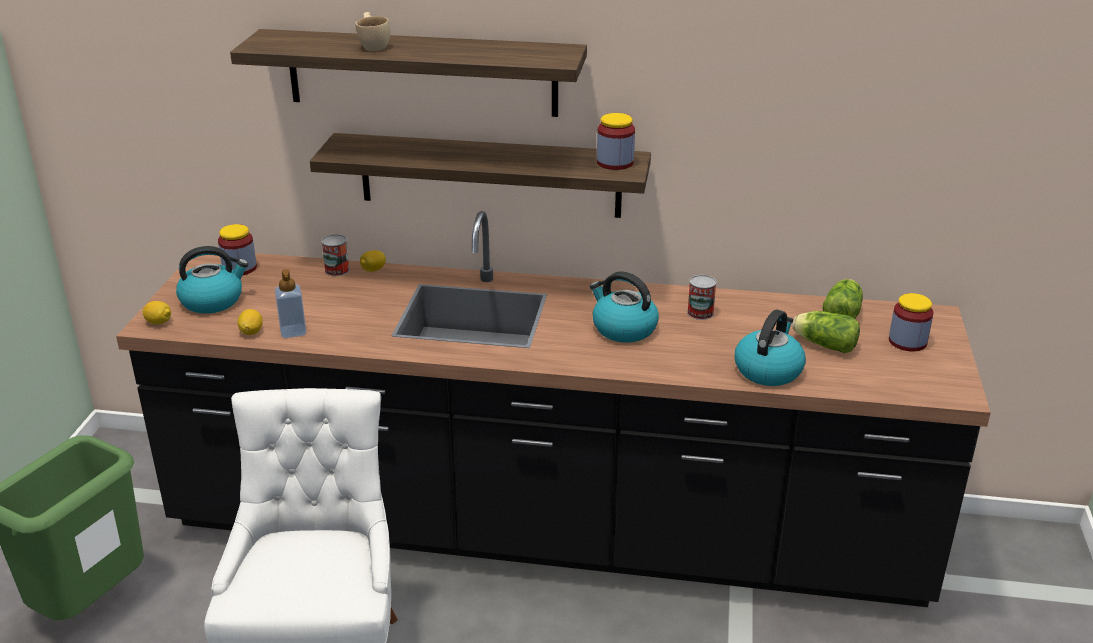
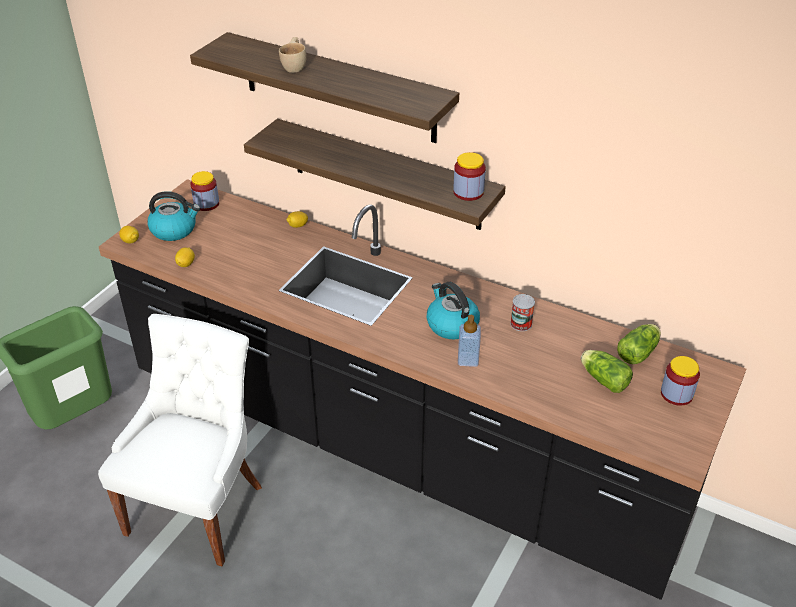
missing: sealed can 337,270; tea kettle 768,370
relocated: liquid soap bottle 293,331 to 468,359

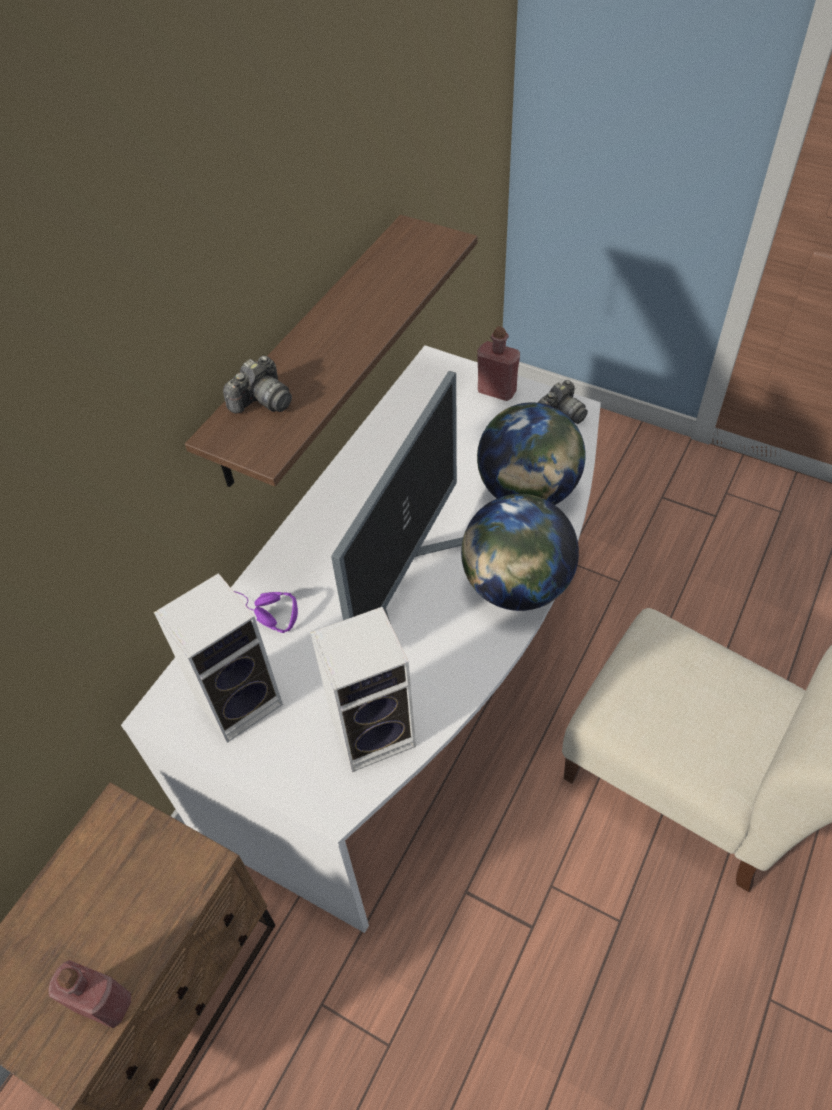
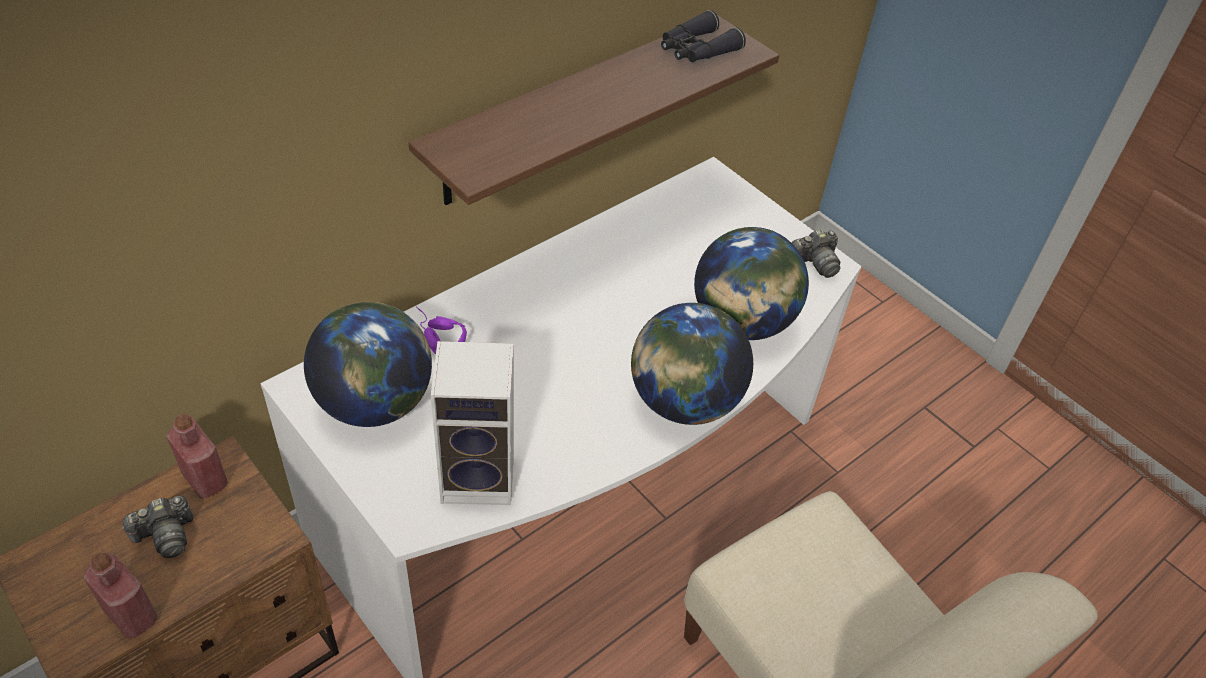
missing: monitor 400,580
appeared: field glasses/blackish 696,50
relocated: still camera 262,401 to 166,535; bottle/red 497,391 to 205,479
exchanged: audio speaker 241,699 to world globe 375,402

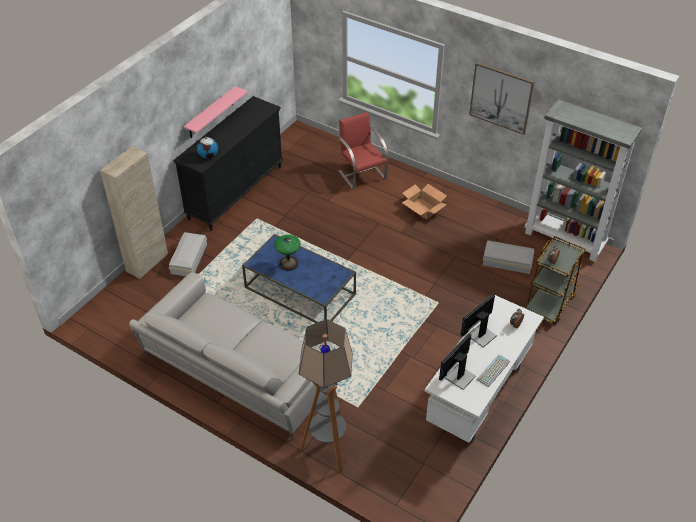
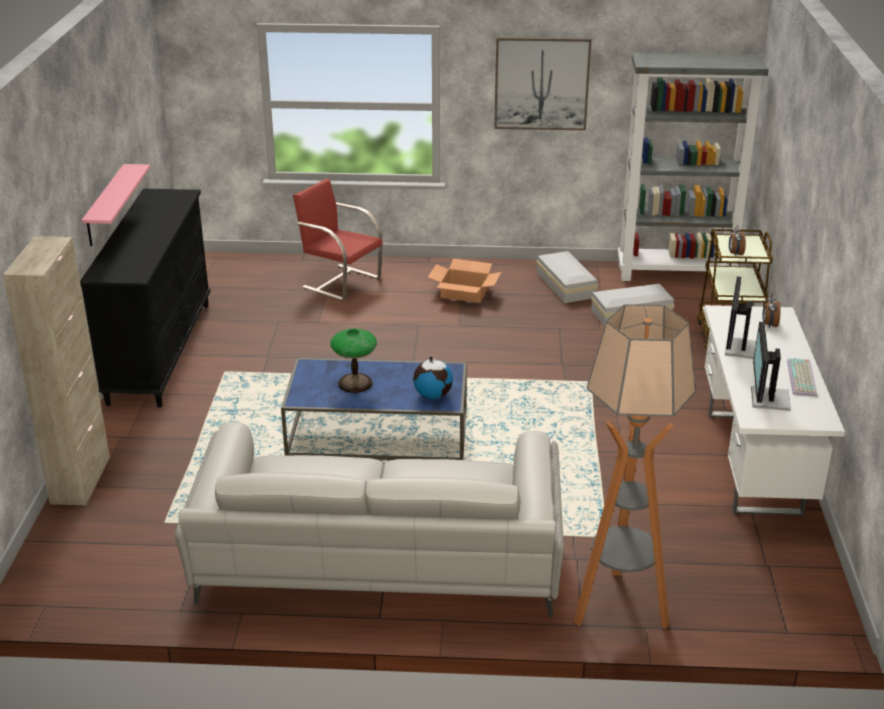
relocated: storage box/white-coloured 190,258 to 566,284; world globe 208,156 to 433,395

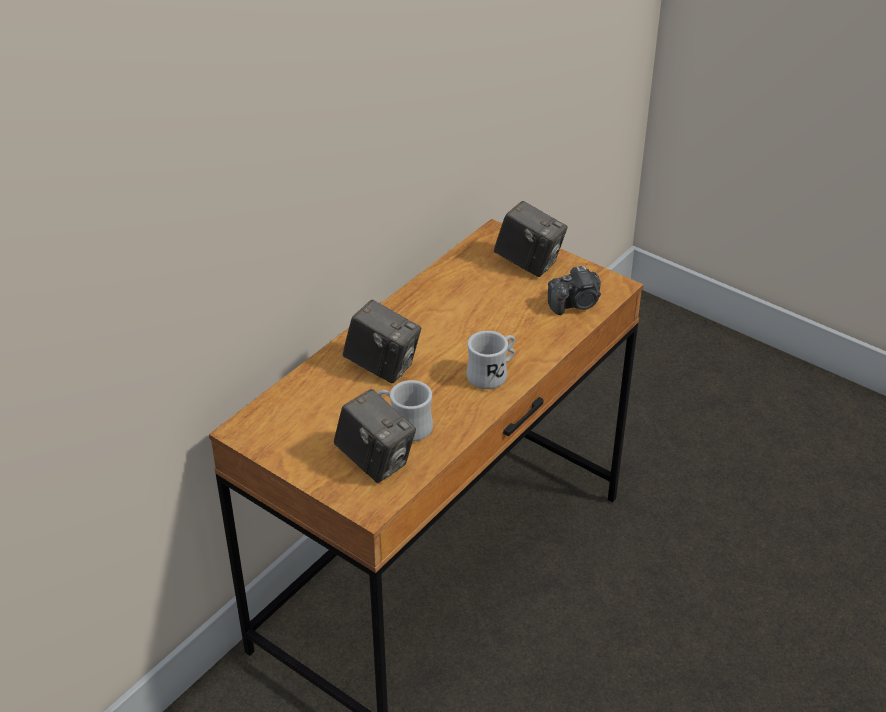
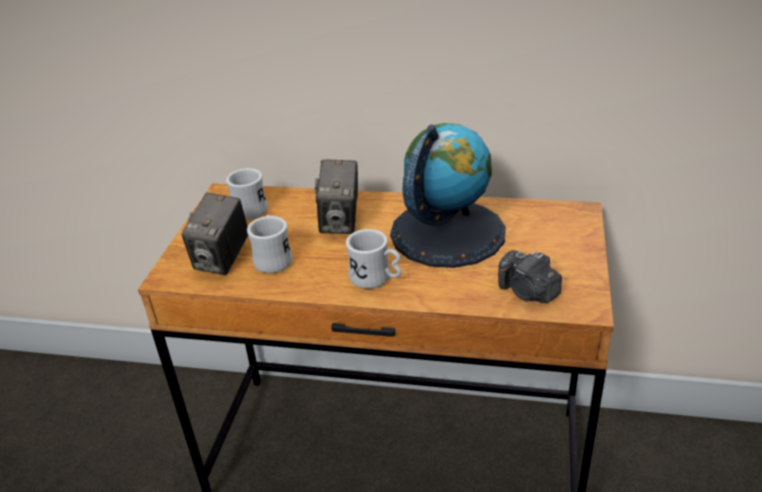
missing: still camera 529,263
appeared: tea mug/white-coloured 251,207; world globe 447,232

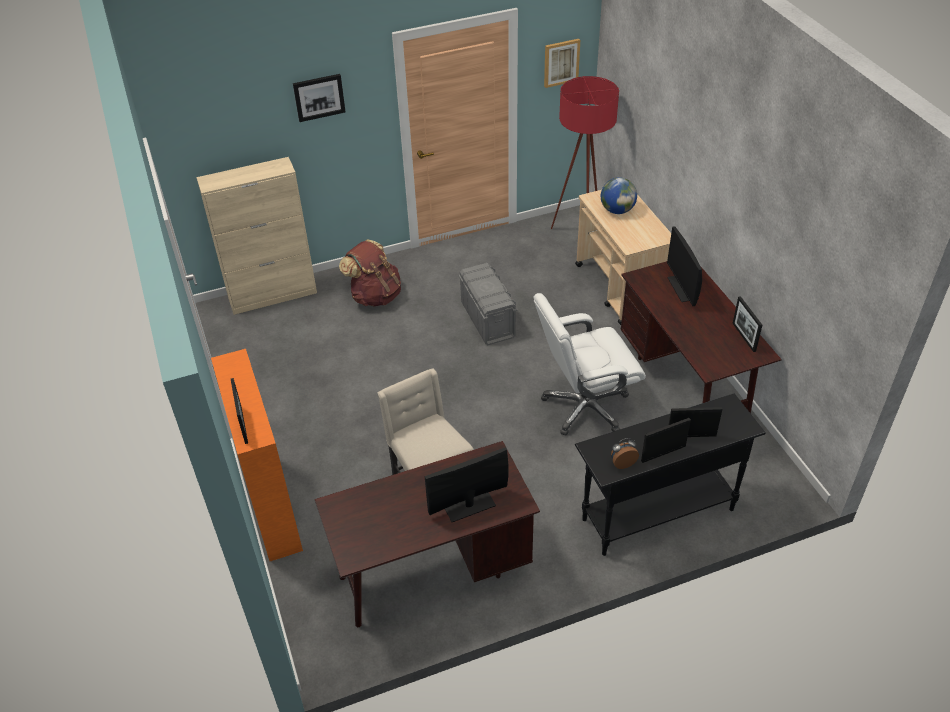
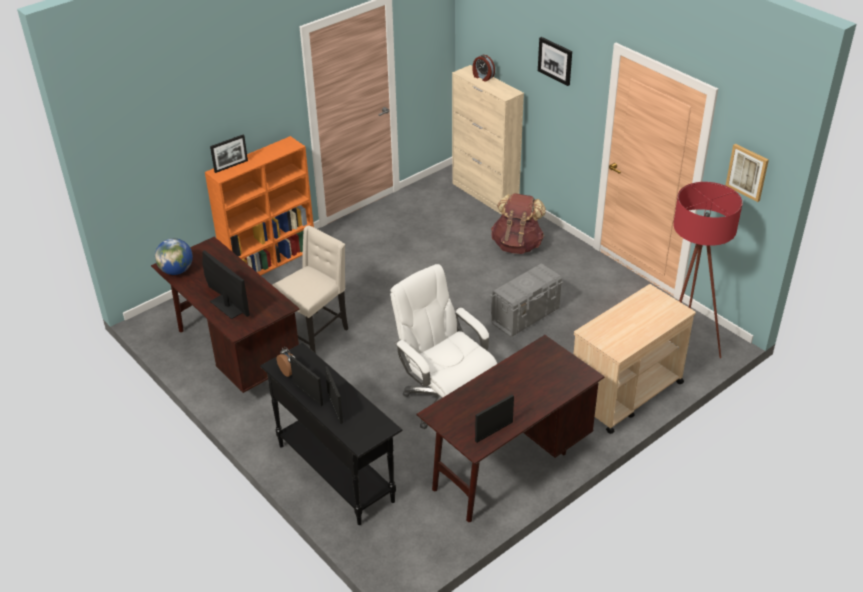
missing: monitor 682,288
appeared: bedside clock 482,77
relocated: world globe 617,210 to 176,271

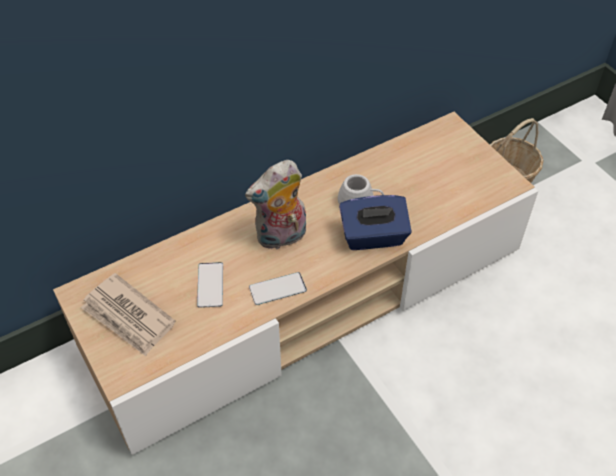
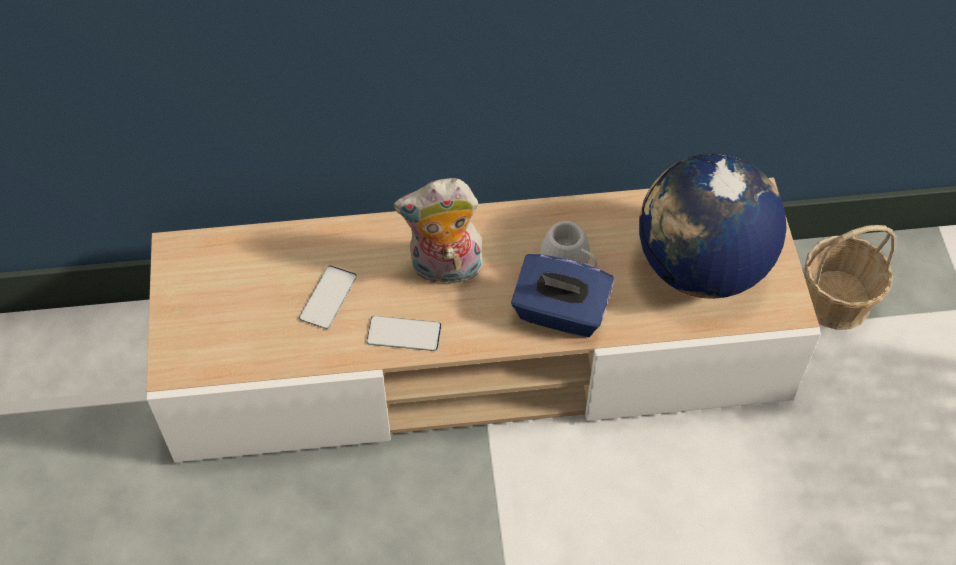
missing: newspaper 128,317
appeared: world globe 700,267

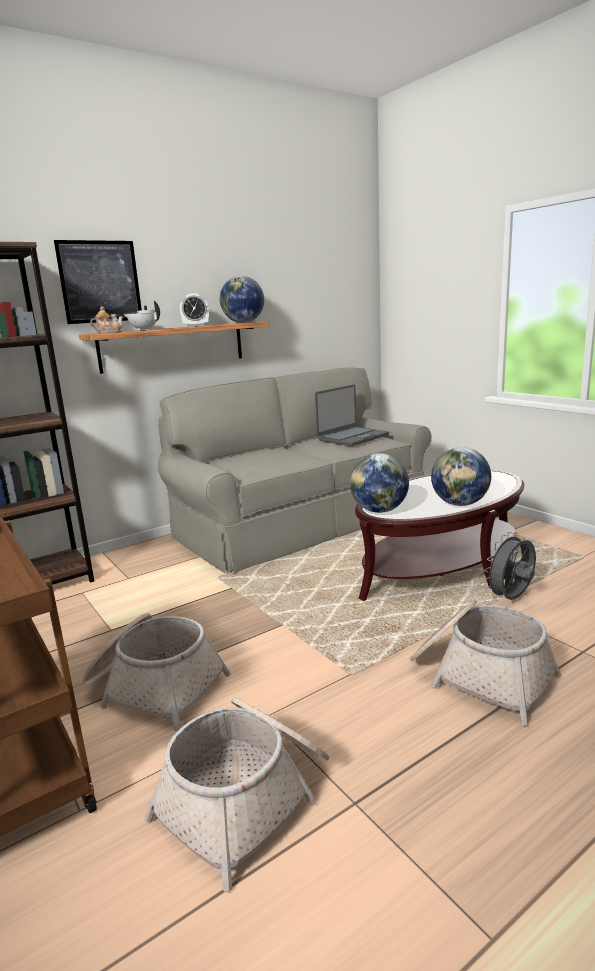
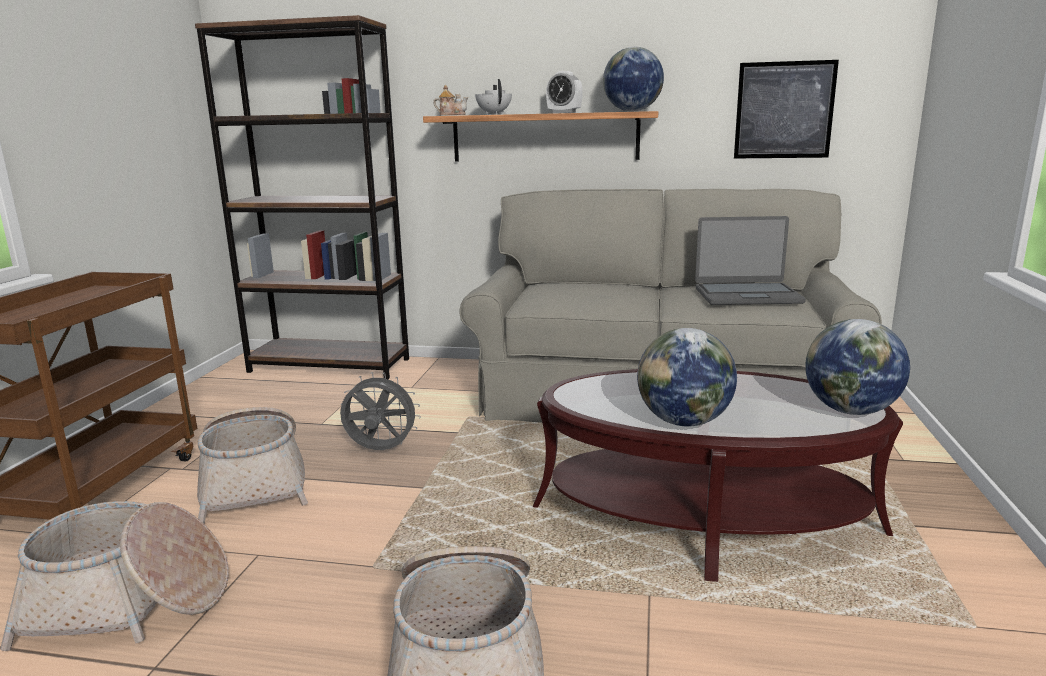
relocated: picture 100,282 to 784,110; world globe 379,511 to 850,411; electric fan/greyish 511,599 to 380,451

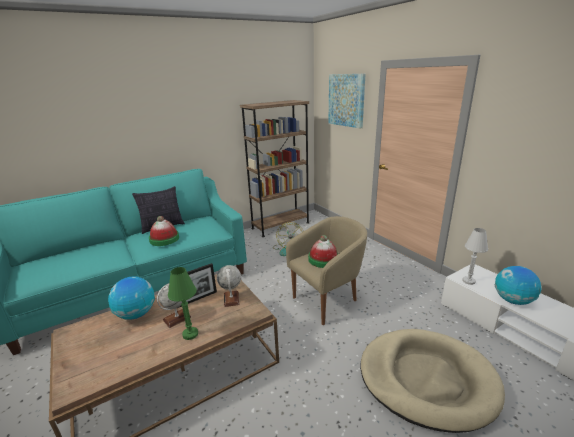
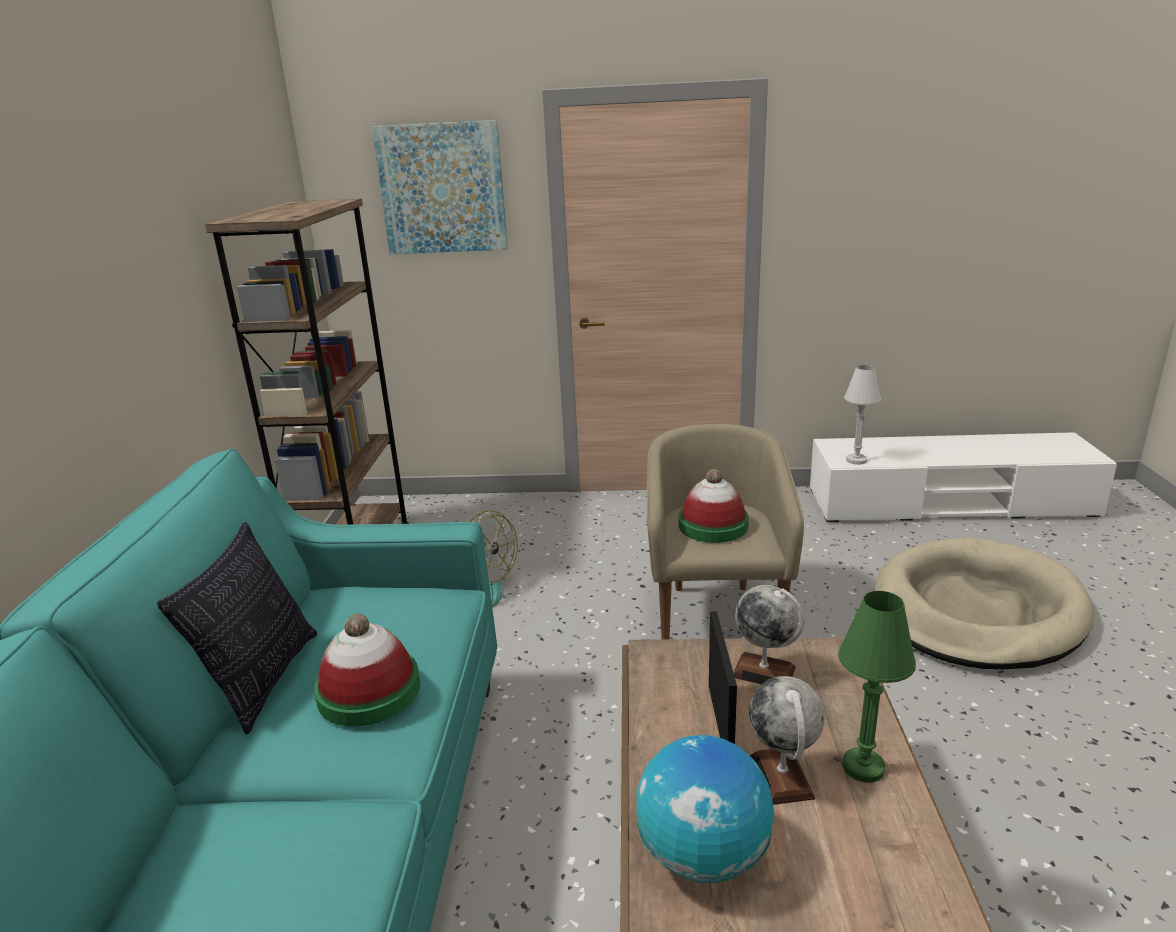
missing: world globe 512,300

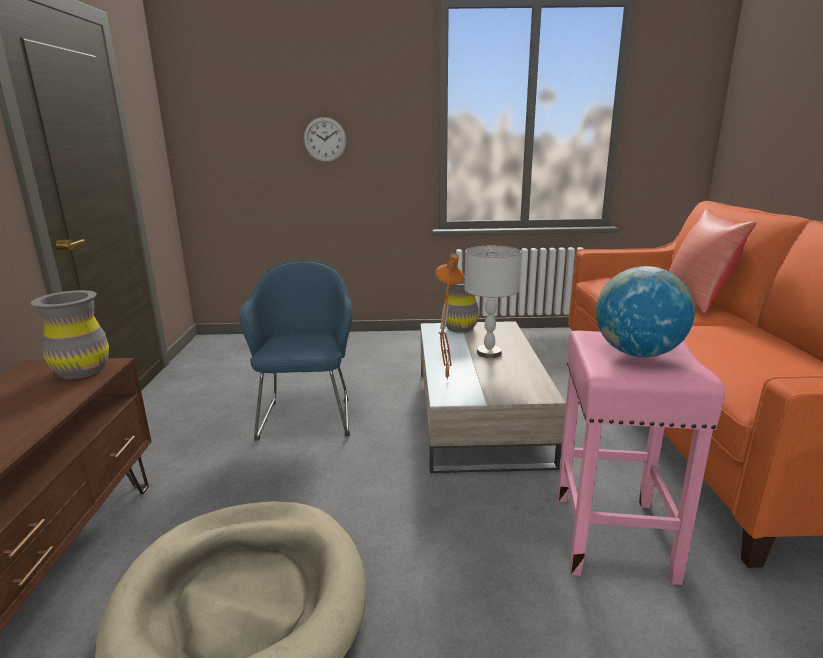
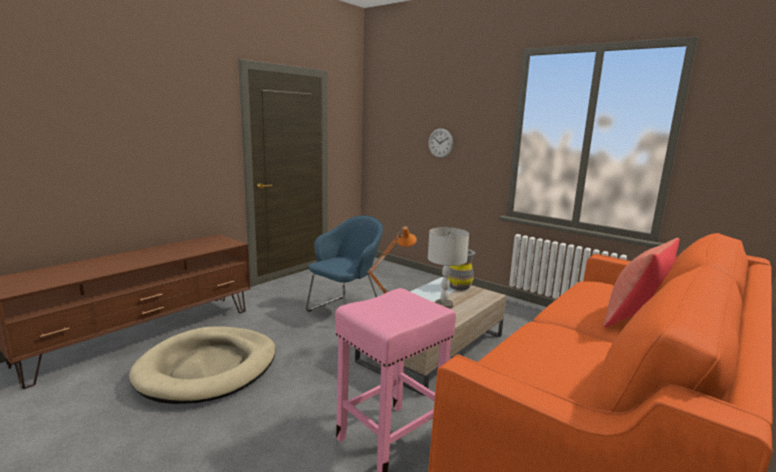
missing: vase/greyish 82,370; world globe 637,353

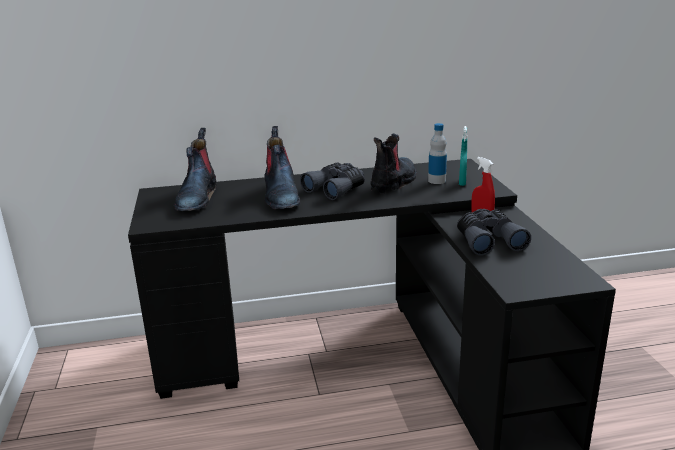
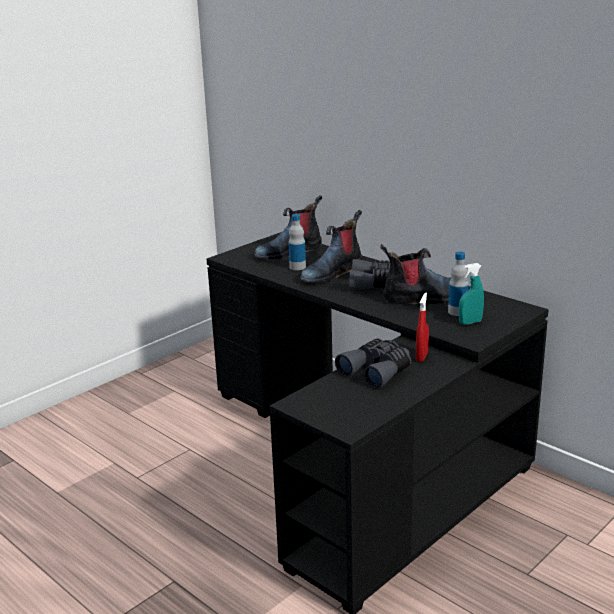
appeared: bottle 297,267

